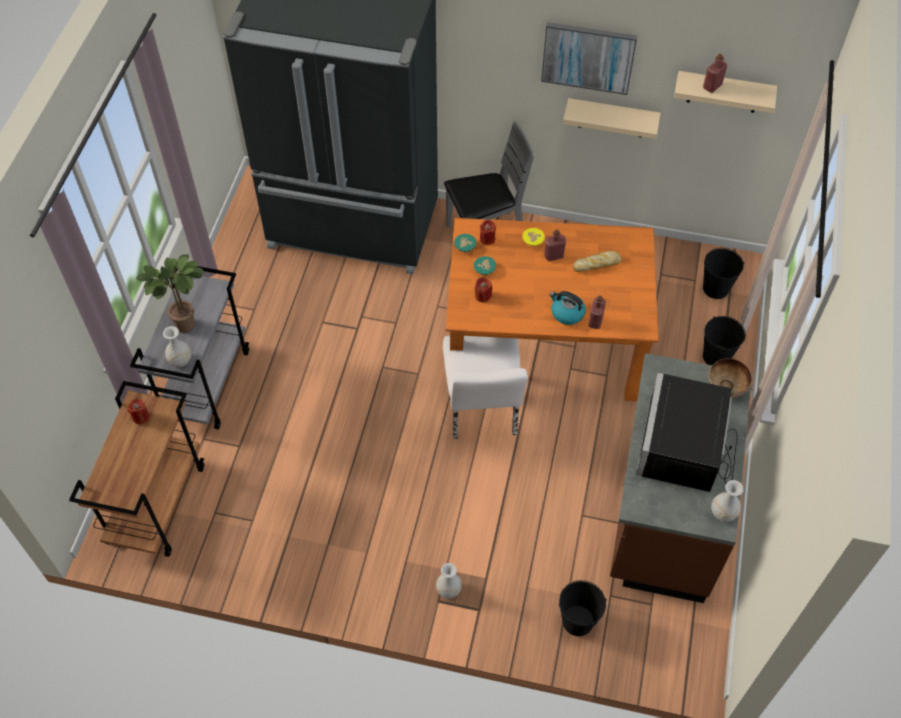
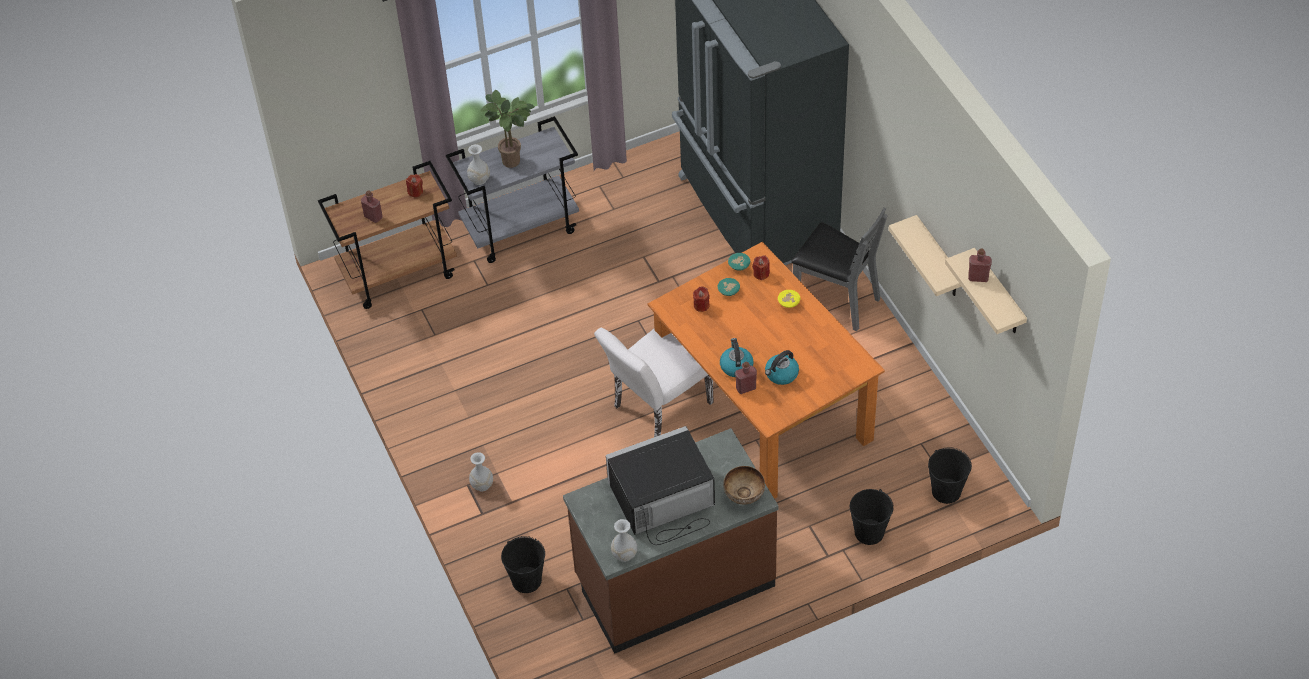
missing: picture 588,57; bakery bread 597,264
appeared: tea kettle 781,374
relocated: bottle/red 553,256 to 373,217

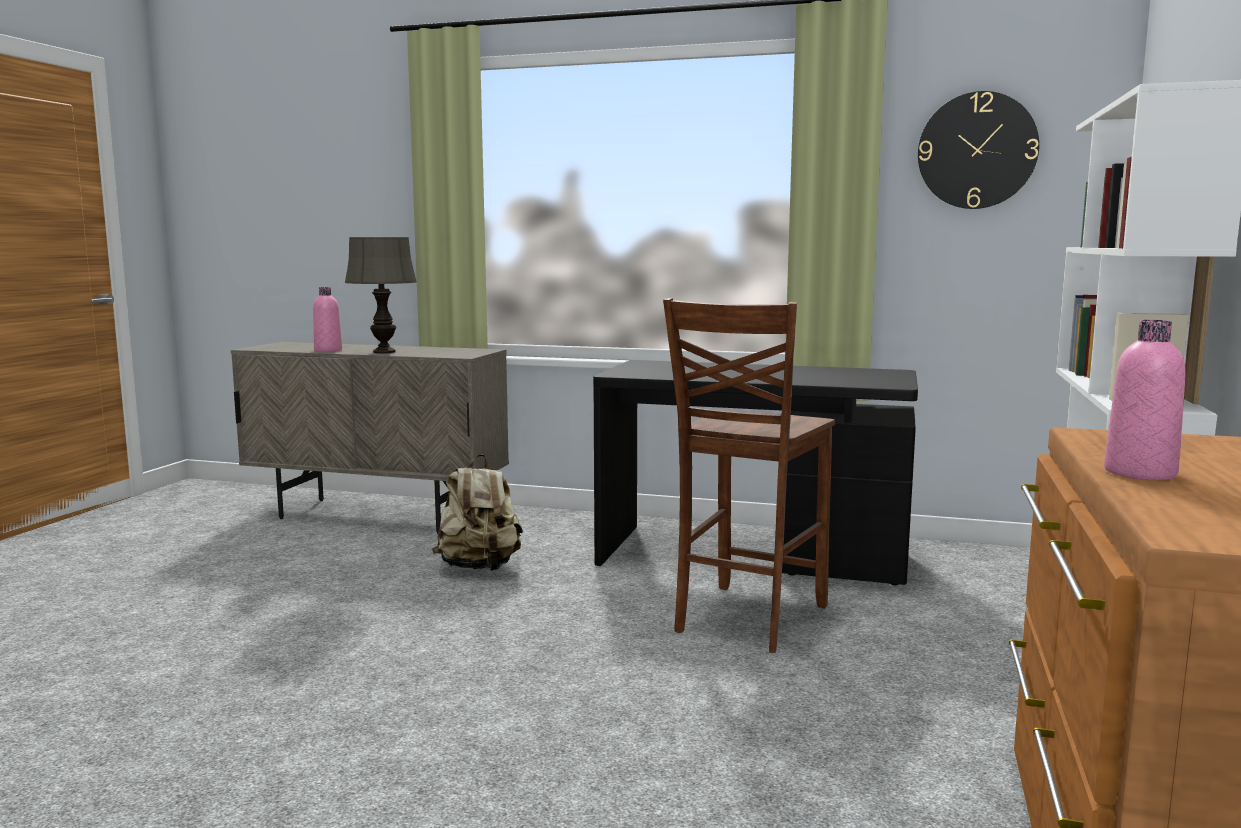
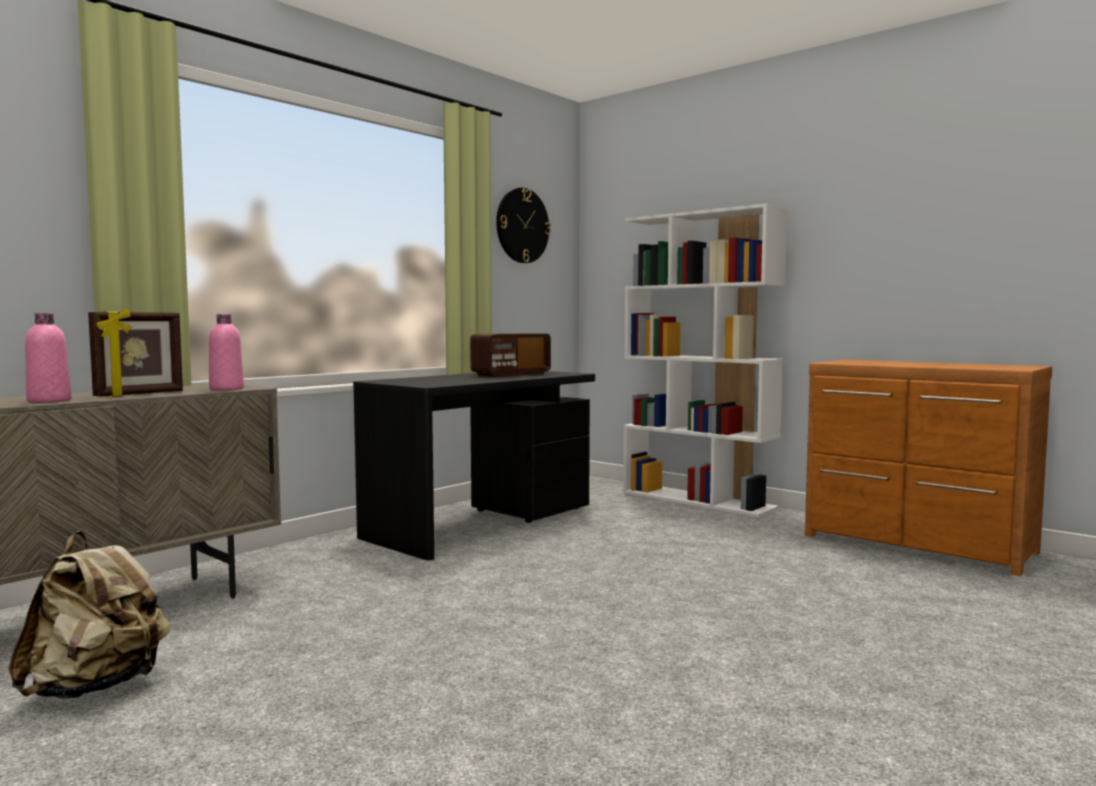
missing: upright chair/brownish 746,619
appeared: radio set 511,374
relocated: knapsack/beige-coloured 480,568 to 97,687; bottle/pinkish 1140,473 to 226,389
exchanged: lamp for a table/greyish 384,352 to photo frame 140,394

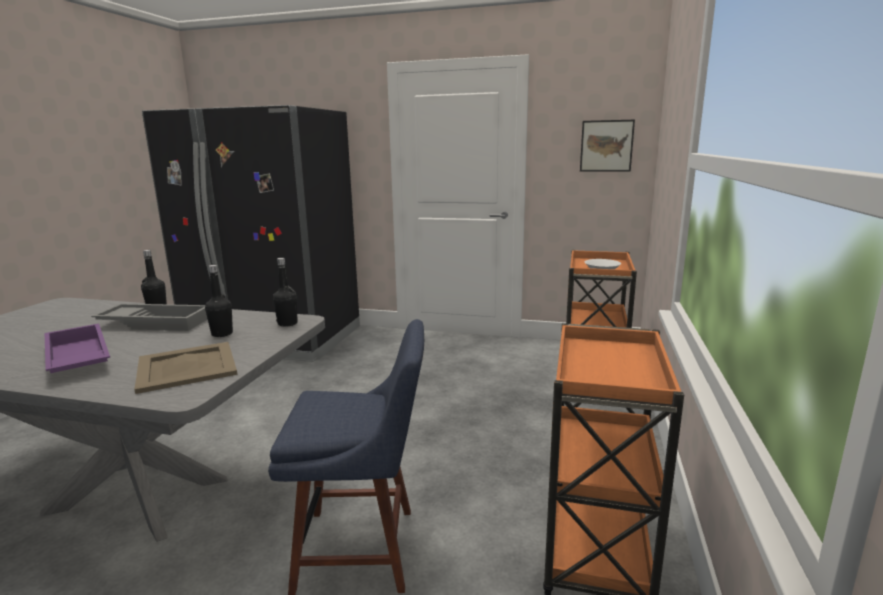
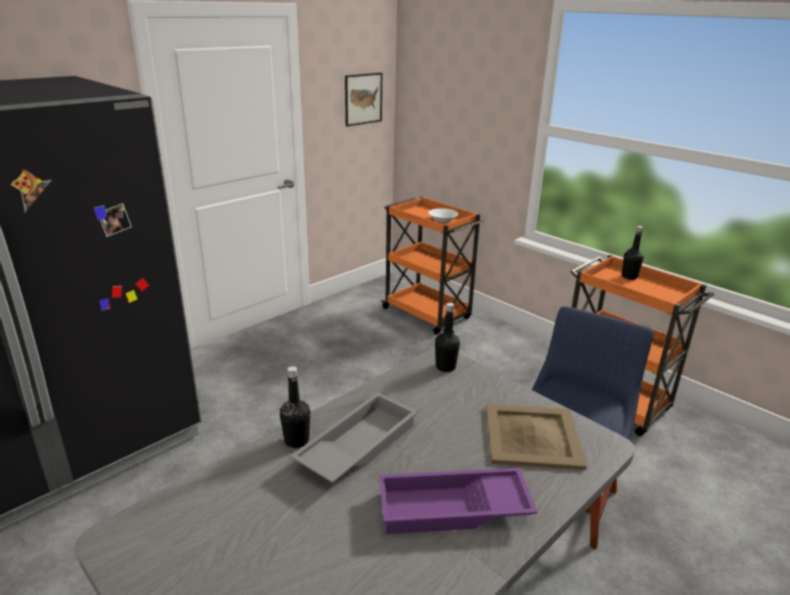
relocated: bottle/blackish 222,334 to 629,277

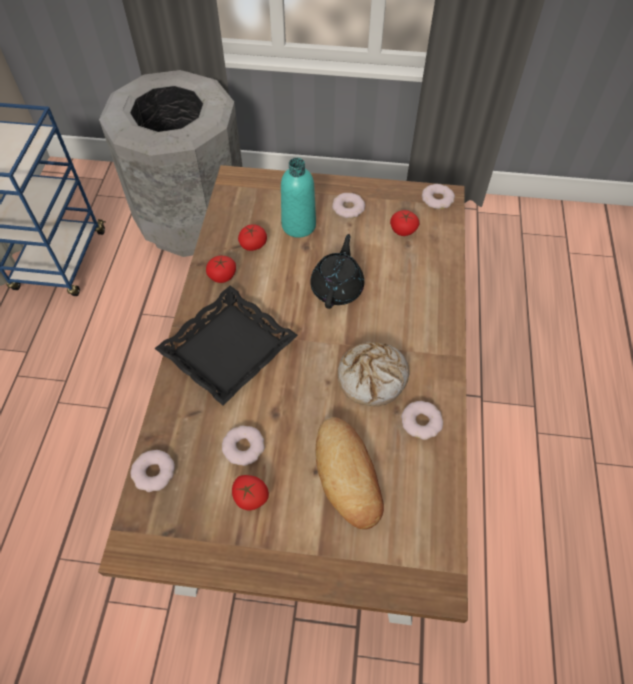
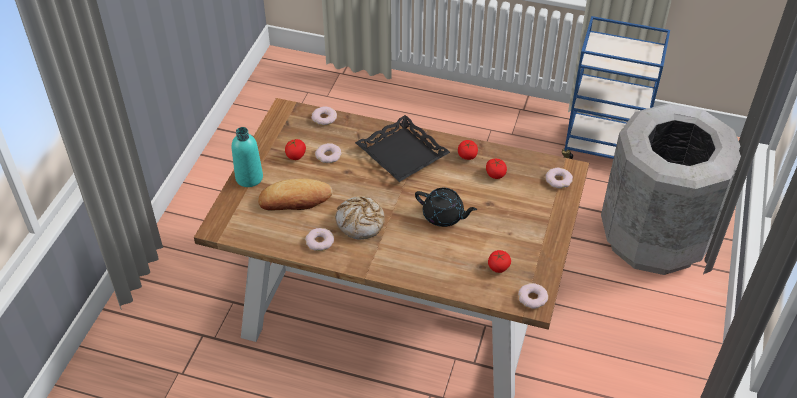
relocated: bottle/turquoise-coloured 298,225 to 249,178; ring doughnut 348,208 to 558,180

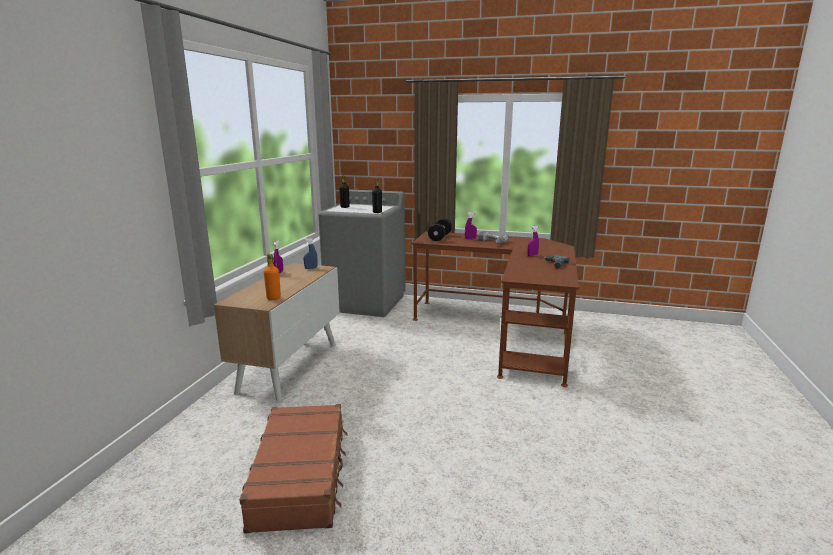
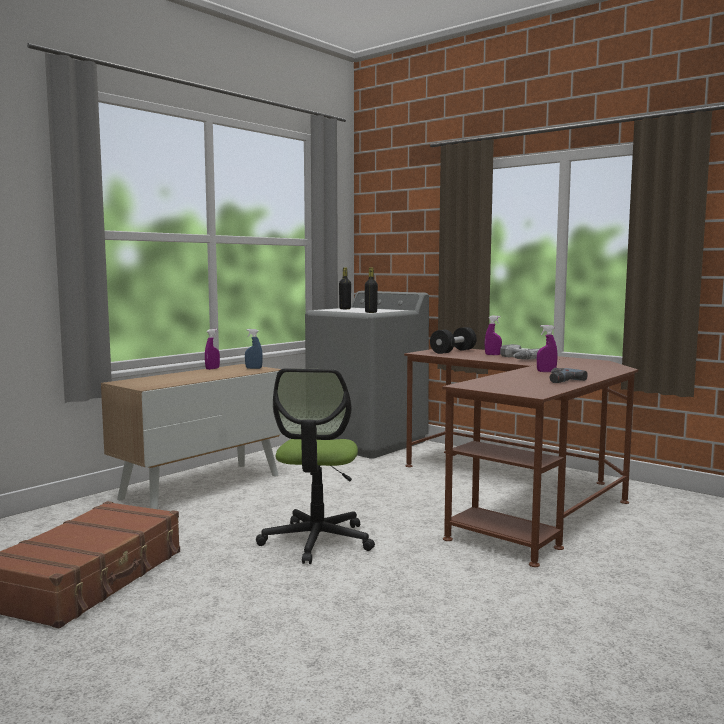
missing: bottle/orangey 273,298
appeared: desk chair 317,541

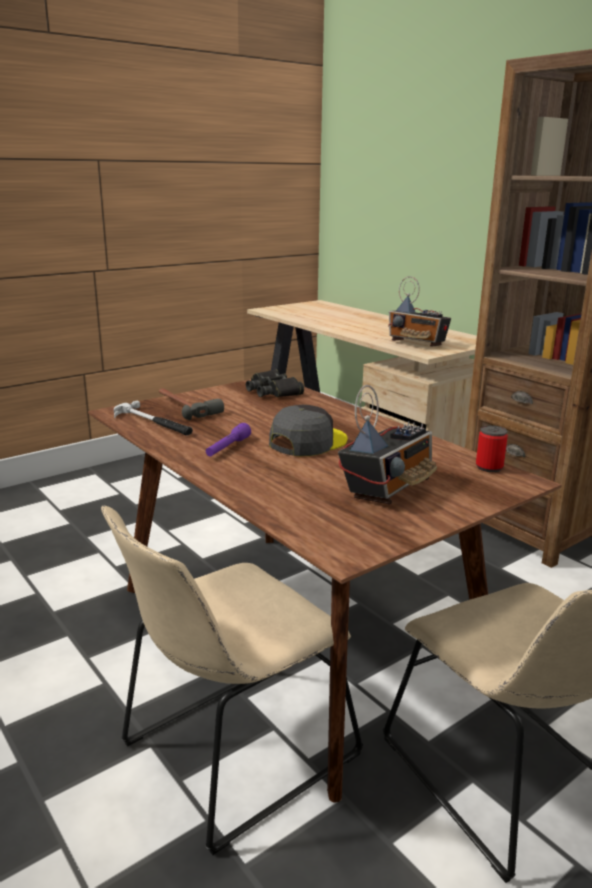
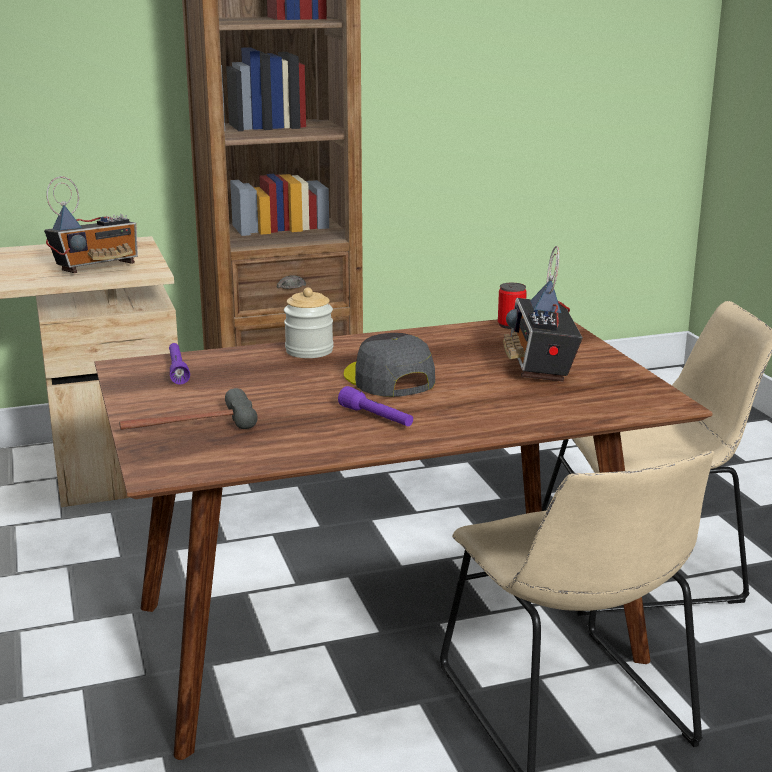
missing: hand hammer 153,423
appeared: jar 309,351
exchanged: field glasses/blackish 273,391 to flashlight/purple 177,370
spun: radio set 388,489 = 540,367 150 degrees counterclockwise

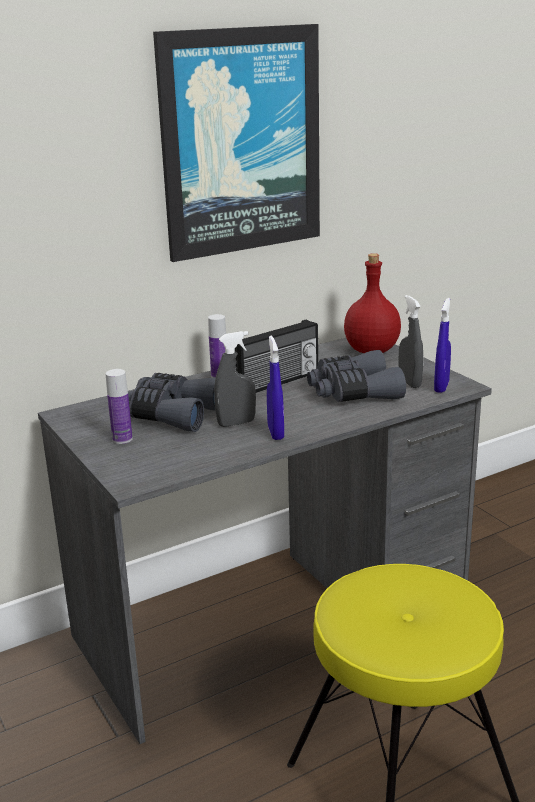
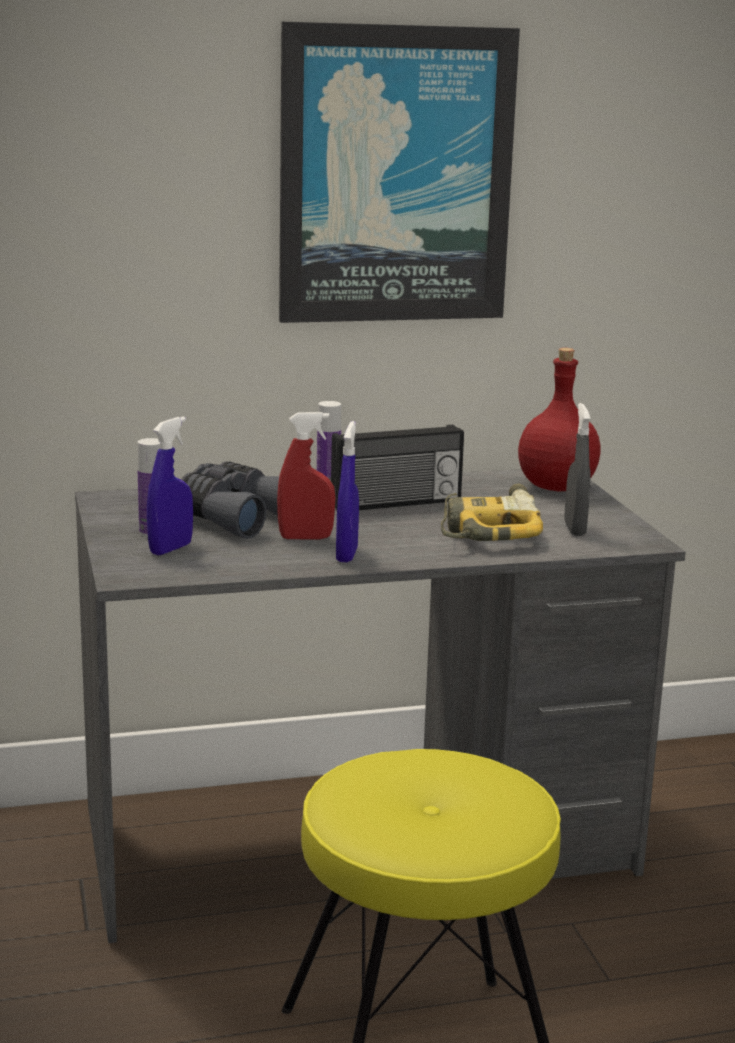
relocated: hand sprayer/blue 441,387 to 170,549
exchanged: field glasses/greyish 353,392 to power drill 487,528
colour: hand sprayer/greyish 236,423 to hand sprayer/red 305,538

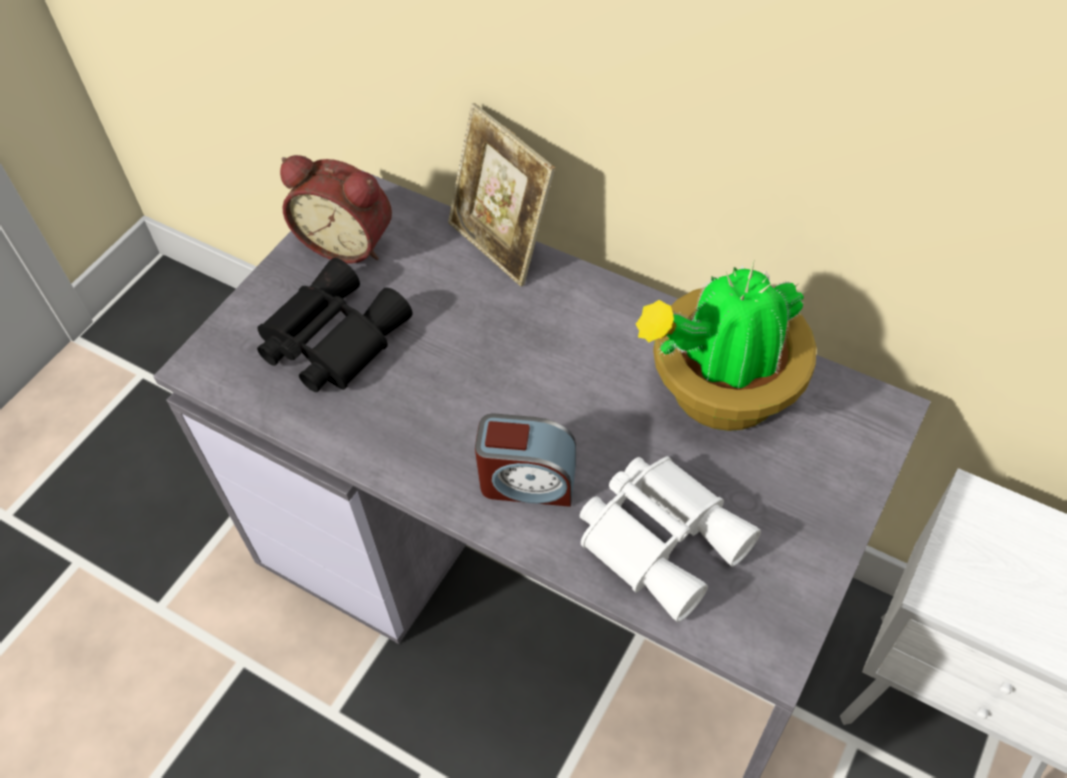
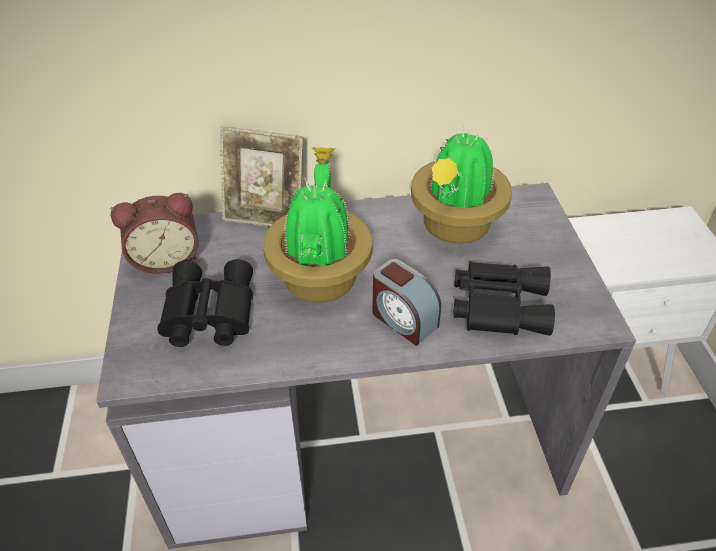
appeared: potted plant 320,275
colour: field glasses/white-coloured 663,536 to field glasses/blackish 498,304
spun: bedside clock 527,481 = 403,319 75 degrees clockwise

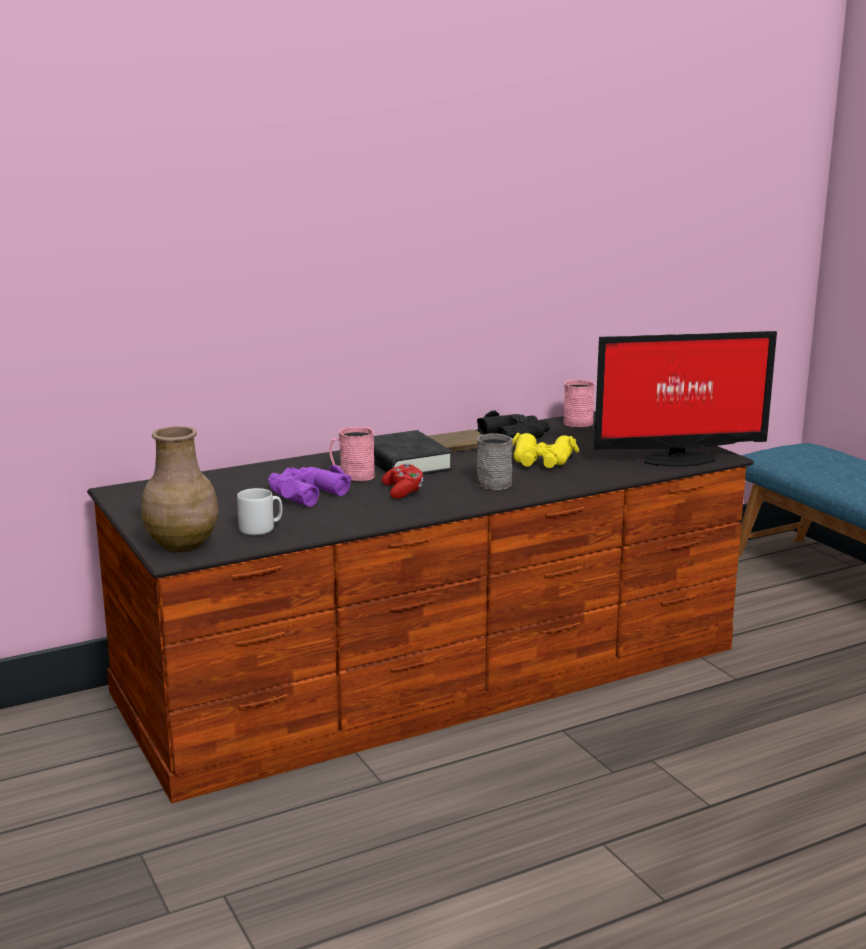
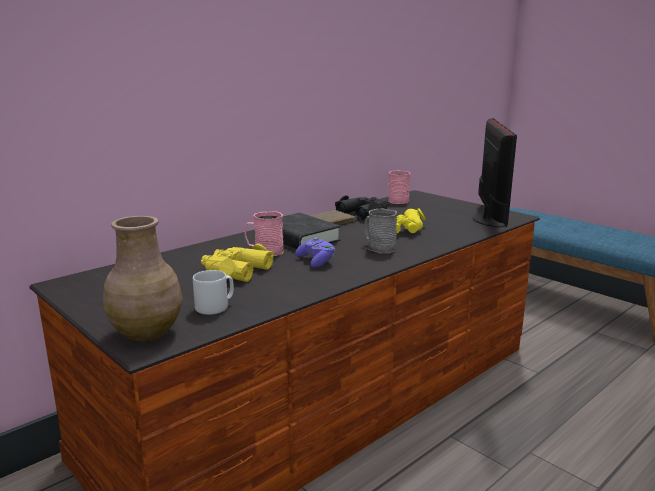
colour: field glasses/purple 305,493 to field glasses/yellow 235,270; joypad/red 403,491 to joypad/purple 316,261
spun: monitor 675,459 = 489,220 60 degrees counterclockwise

